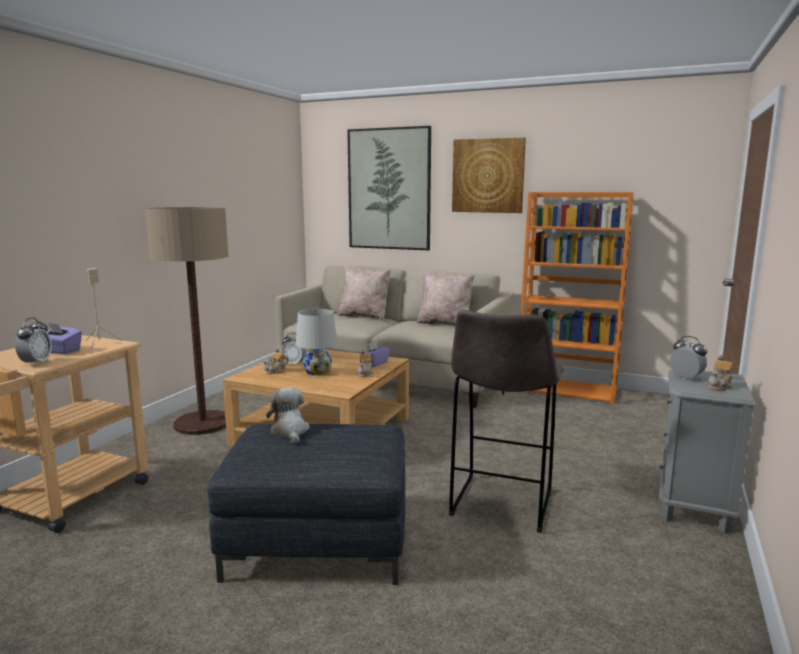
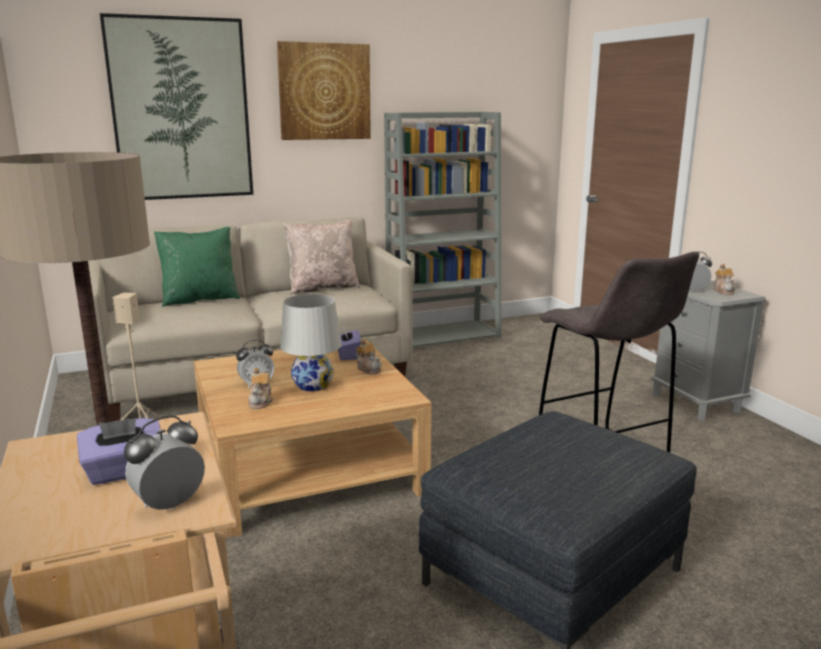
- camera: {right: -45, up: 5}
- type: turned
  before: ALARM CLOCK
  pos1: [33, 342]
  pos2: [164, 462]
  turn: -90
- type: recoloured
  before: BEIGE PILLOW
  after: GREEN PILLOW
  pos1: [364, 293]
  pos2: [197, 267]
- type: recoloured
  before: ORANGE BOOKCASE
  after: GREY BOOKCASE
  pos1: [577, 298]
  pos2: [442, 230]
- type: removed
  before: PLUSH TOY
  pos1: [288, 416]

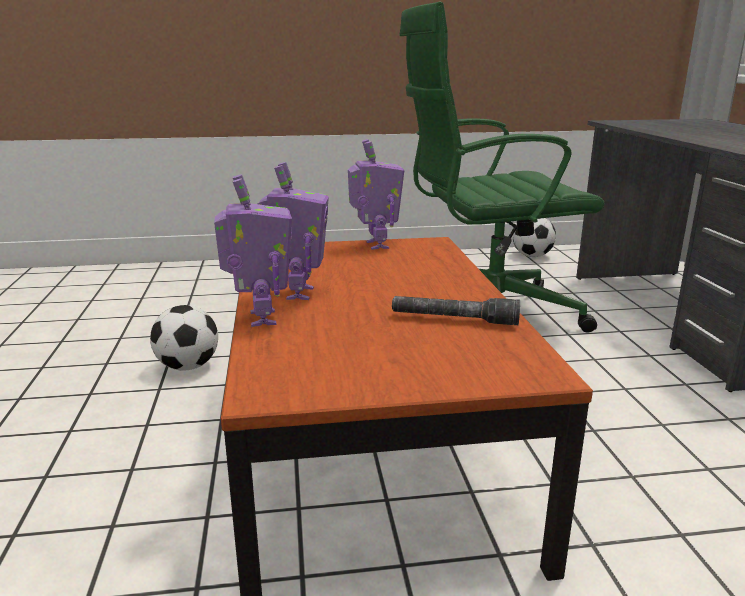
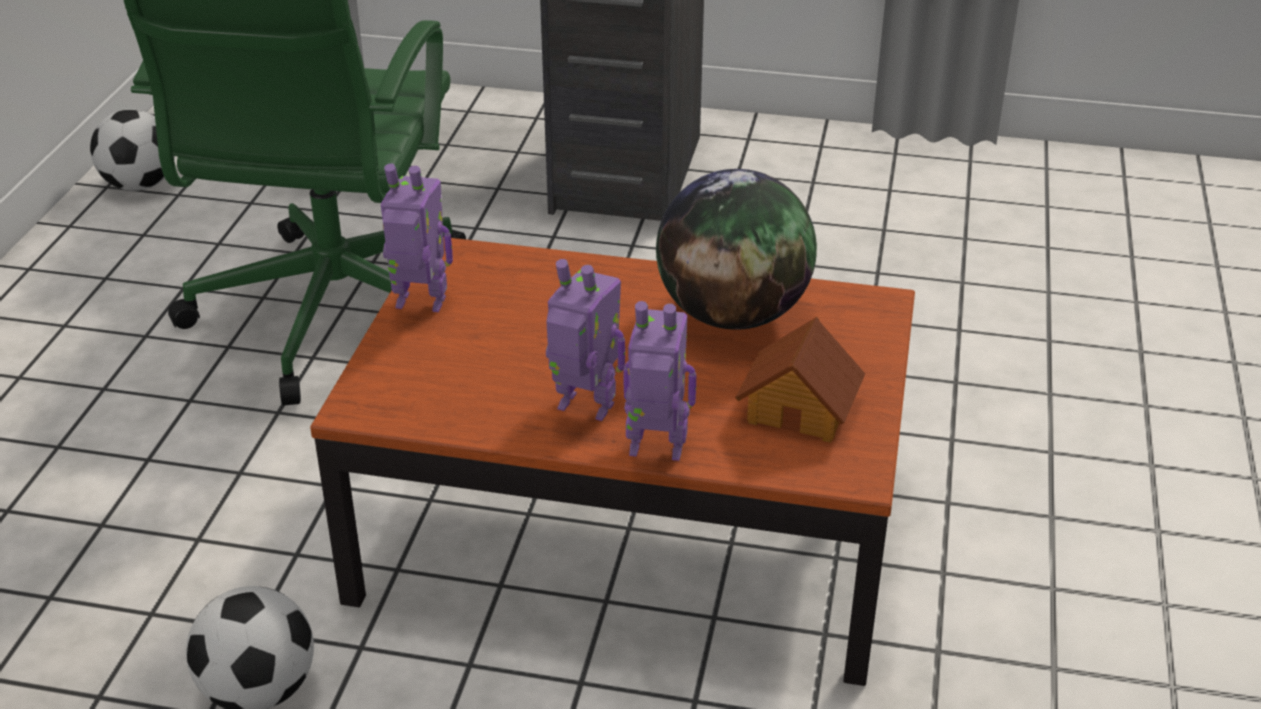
- camera: {right: -70, up: 15}
- type: replaced
  before: GREY FLASHLIGHT
  after: GLOBE
  pos1: [456, 310]
  pos2: [736, 249]
- type: added
  after: TOY HOUSE
  pos2: [800, 380]

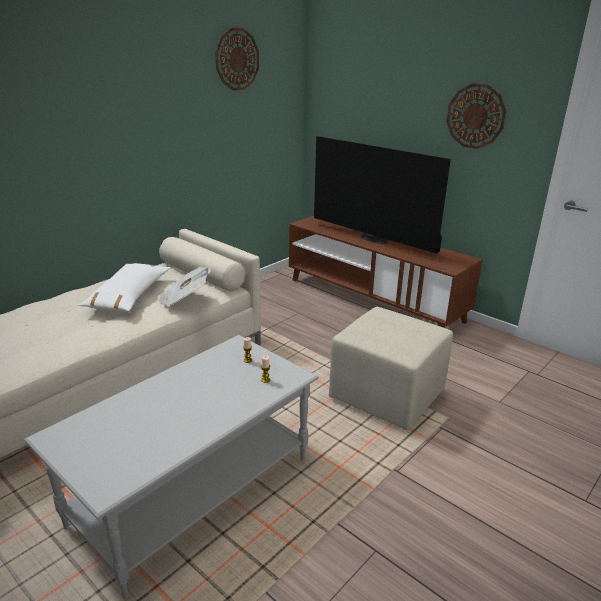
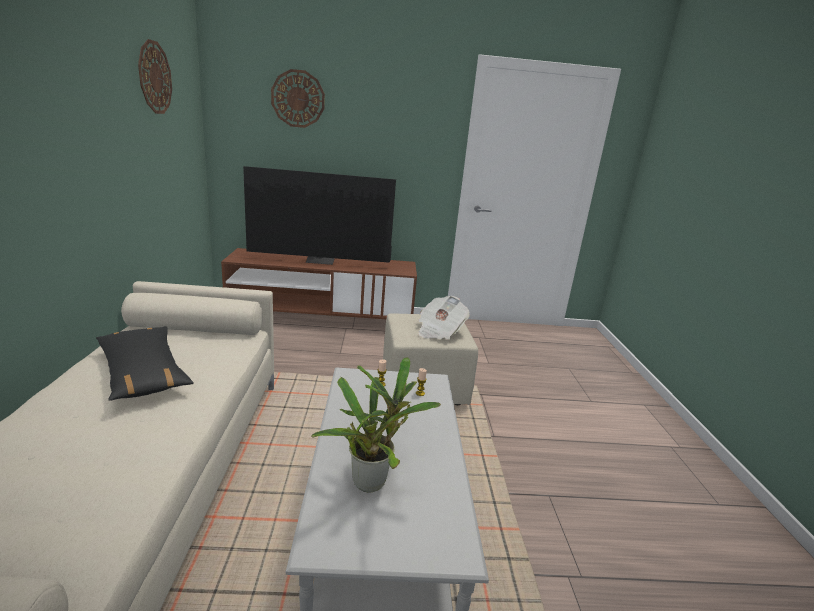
- camera: {right: -45, up: -5}
- type: recoloured
  before: WHITE PILLOW
  after: BLACK PILLOW
  pos1: [125, 287]
  pos2: [145, 363]
- type: moved
  before: WALL CLOCK
  pos1: [476, 116]
  pos2: [298, 98]
- type: added
  after: POTTED PLANT
  pos2: [376, 424]
- type: moved
  before: NEWSPAPER
  pos1: [184, 287]
  pos2: [444, 317]

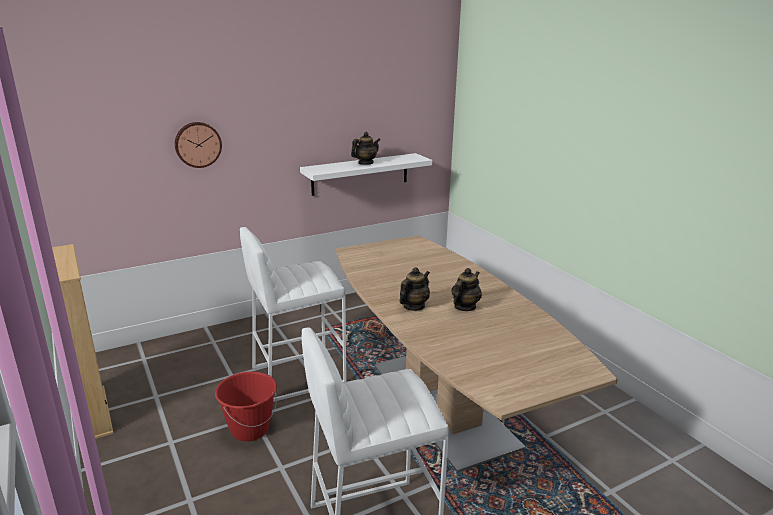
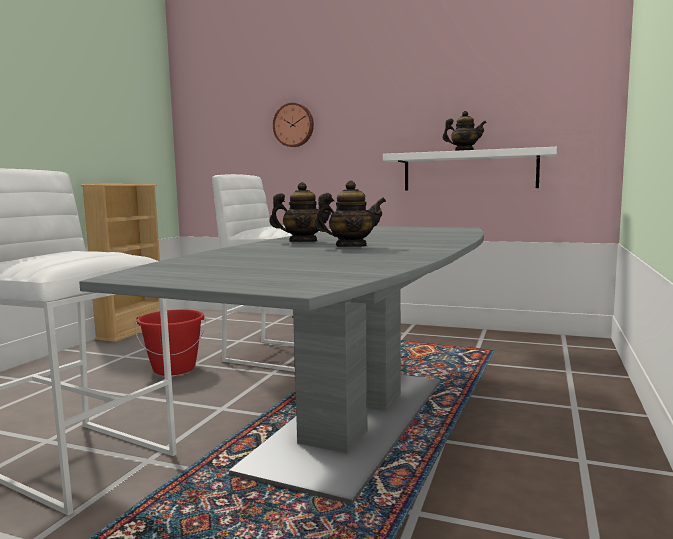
- camera: {right: 50, up: -15}
- type: recoloured
  before: BROWN DINING TABLE
  after: GREY DINING TABLE
  pos1: [477, 353]
  pos2: [281, 365]

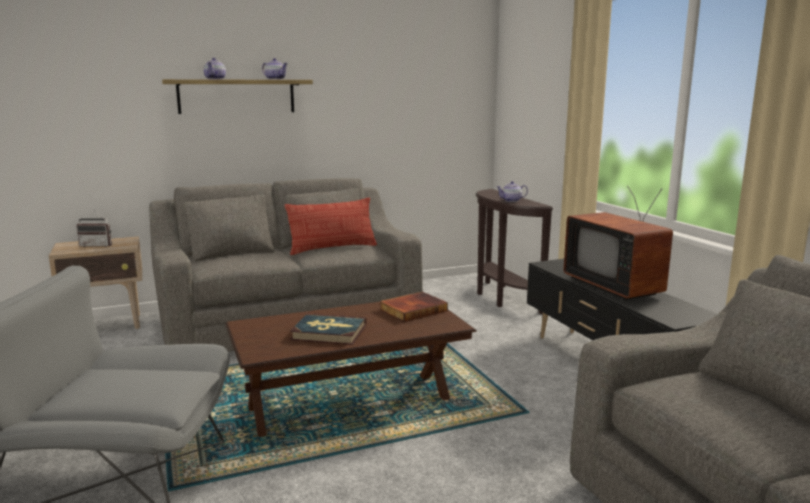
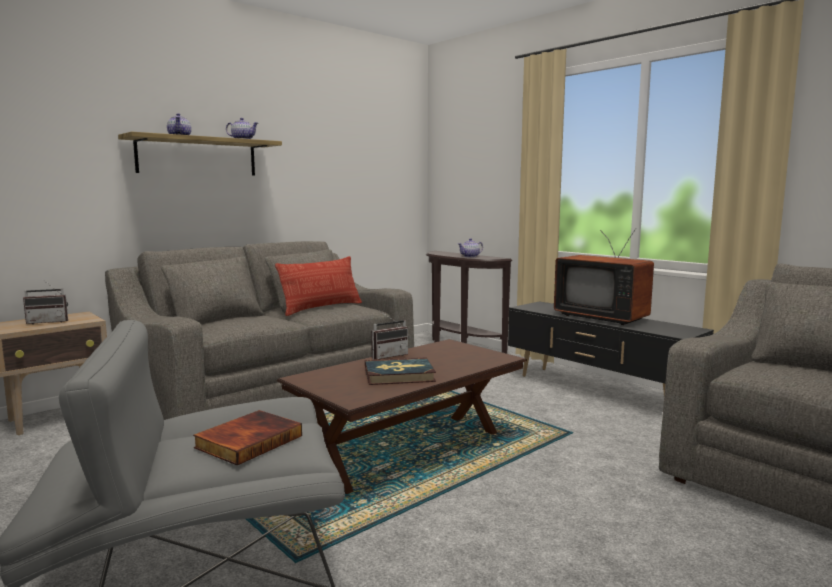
- camera: {right: -20, up: -5}
- type: moved
  before: BOOK
  pos1: [414, 307]
  pos2: [247, 437]
- type: added
  after: RADIO
  pos2: [390, 336]

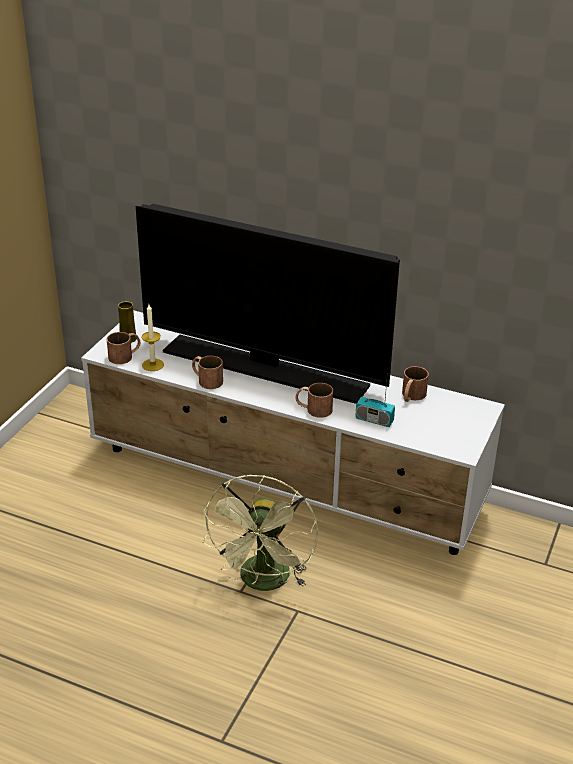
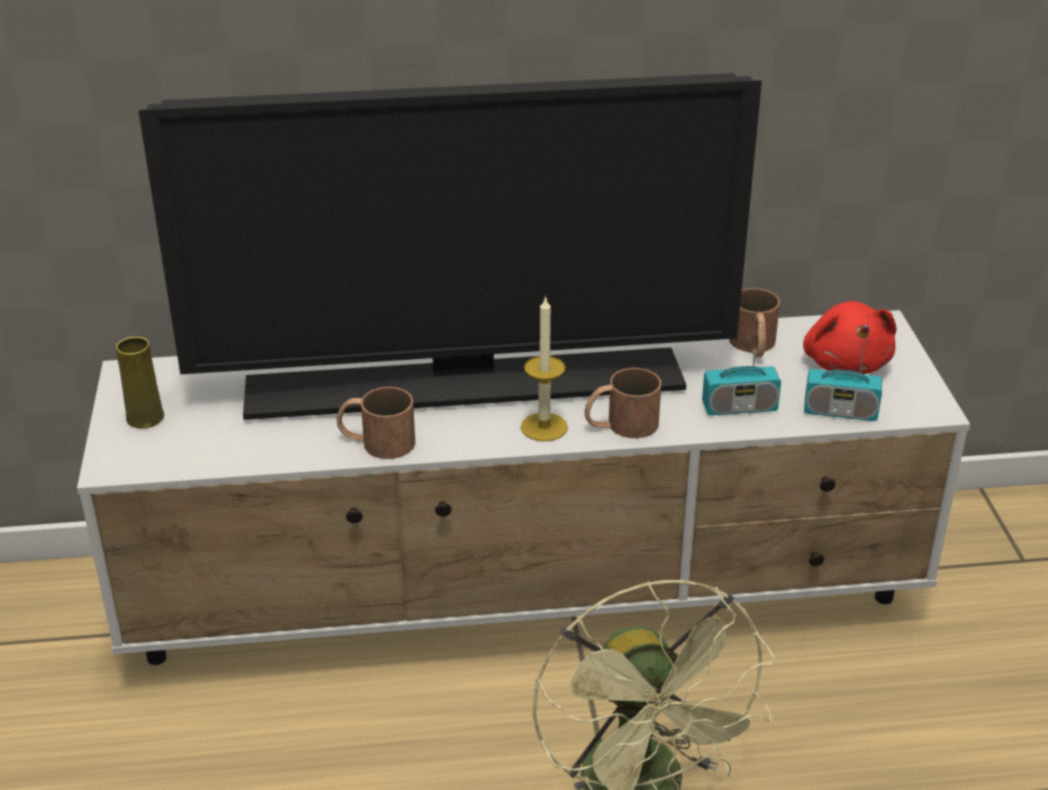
- camera: {right: -30, up: 0}
- type: moved
  before: CANDLE
  pos1: [153, 337]
  pos2: [544, 368]
- type: added
  after: RED PLUSH TOY
  pos2: [850, 337]
- type: added
  after: RADIO
  pos2: [843, 369]
- type: removed
  before: BROWN MUG
  pos1: [124, 348]

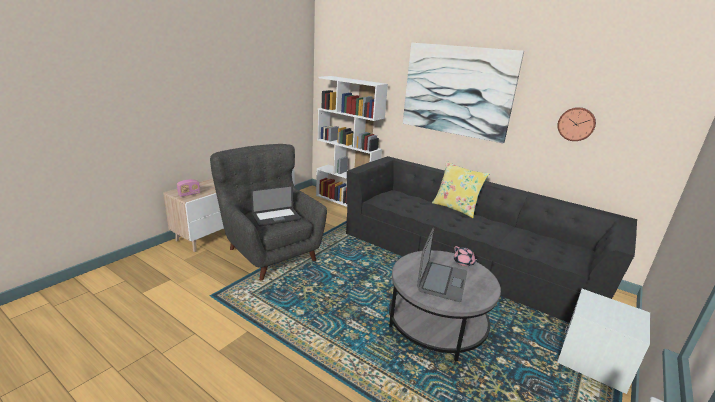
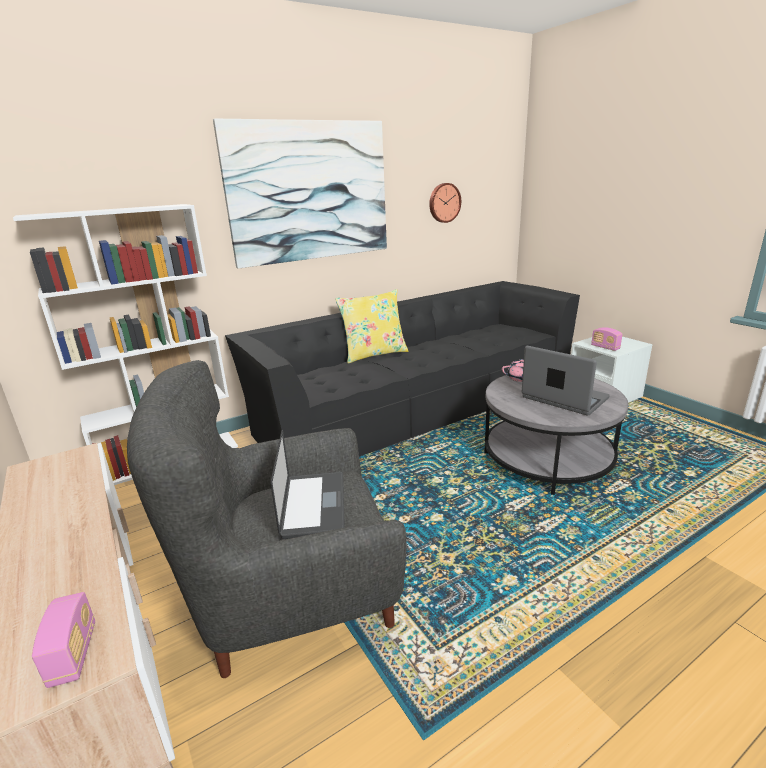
- camera: {right: -65, up: 0}
- type: added
  after: RADIO
  pos2: [607, 339]

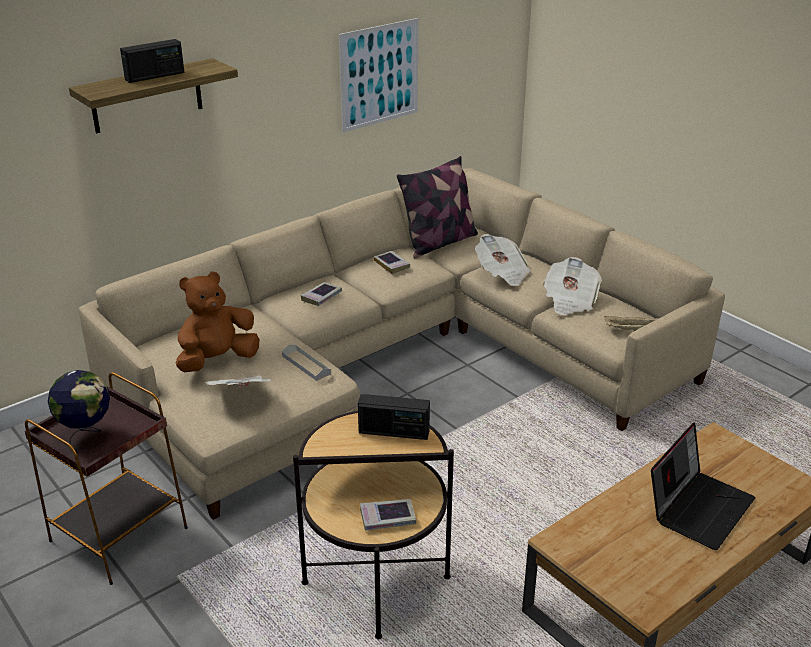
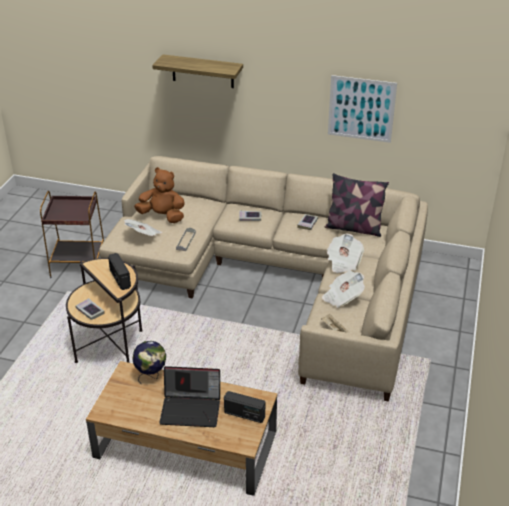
- camera: {right: 55, up: 5}
- type: moved
  before: GLOBE
  pos1: [79, 410]
  pos2: [149, 362]
- type: moved
  before: RADIO
  pos1: [152, 61]
  pos2: [244, 407]

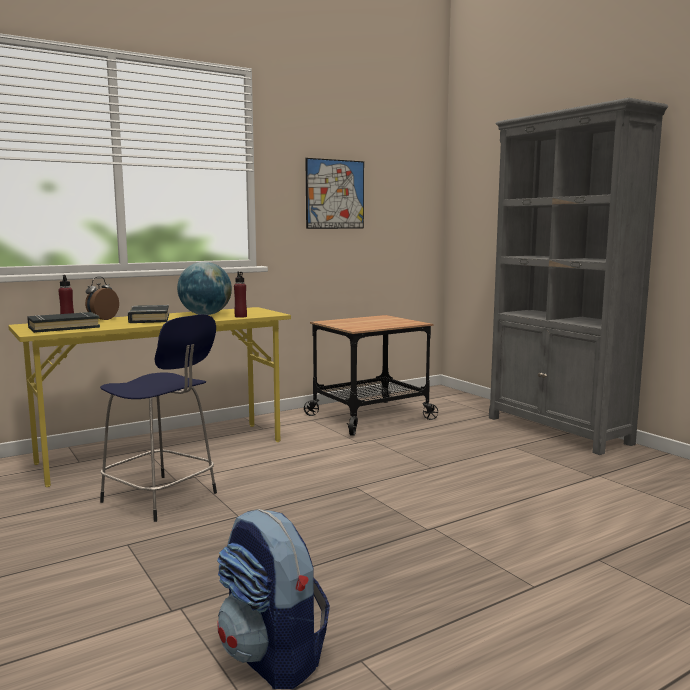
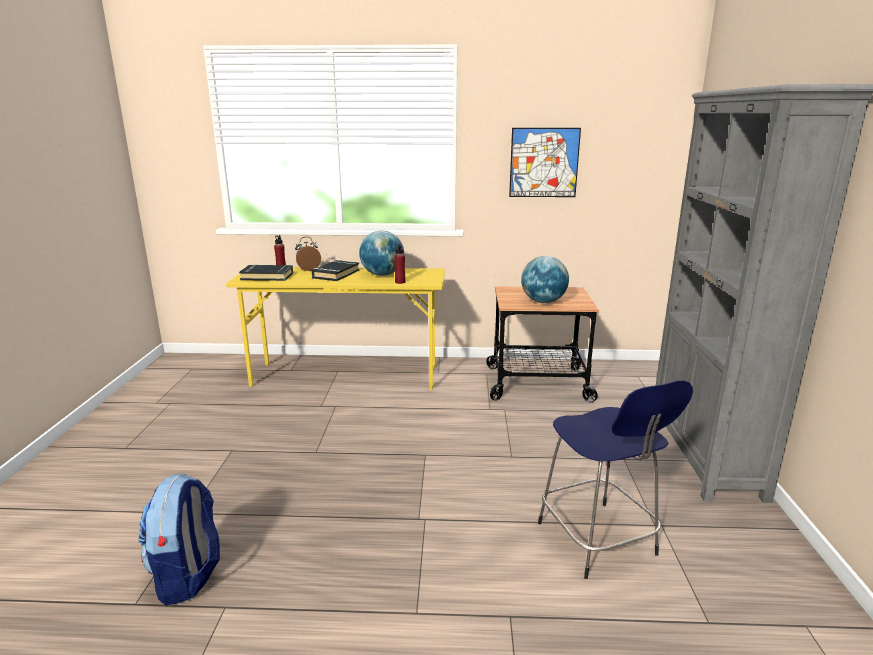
- camera: {right: 35, up: 10}
- type: added
  after: GLOBE
  pos2: [545, 279]
- type: moved
  before: BLUE STOOL
  pos1: [158, 418]
  pos2: [615, 479]

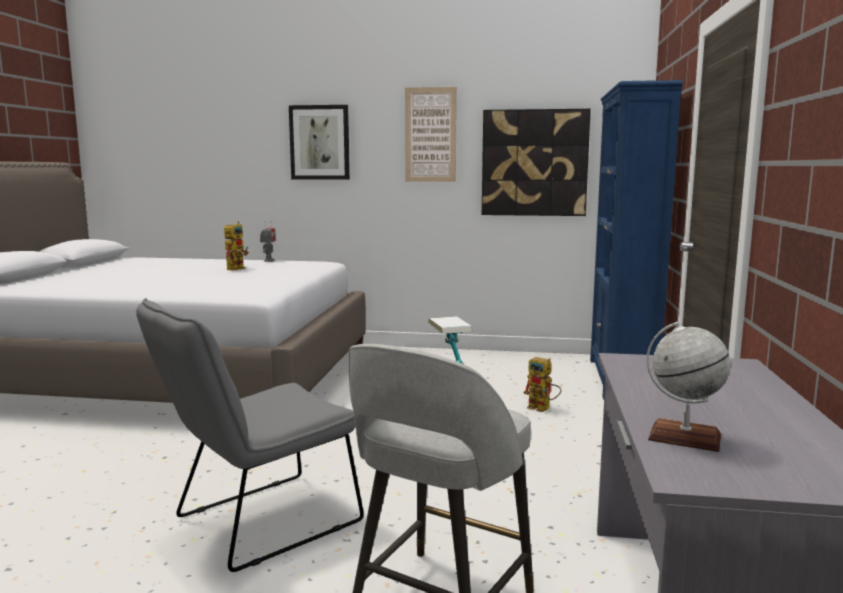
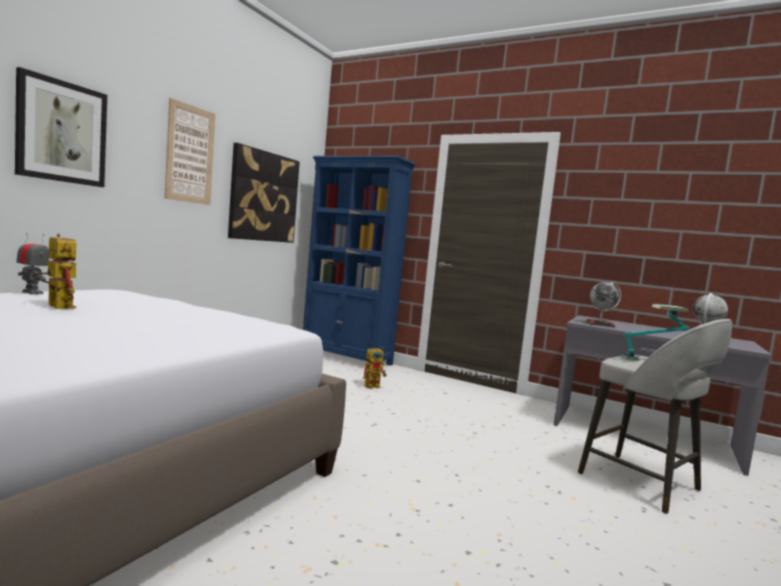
- camera: {right: -70, up: -5}
- type: added
  after: GLOBE
  pos2: [603, 304]
- type: removed
  before: GREY CHAIR
  pos1: [250, 435]

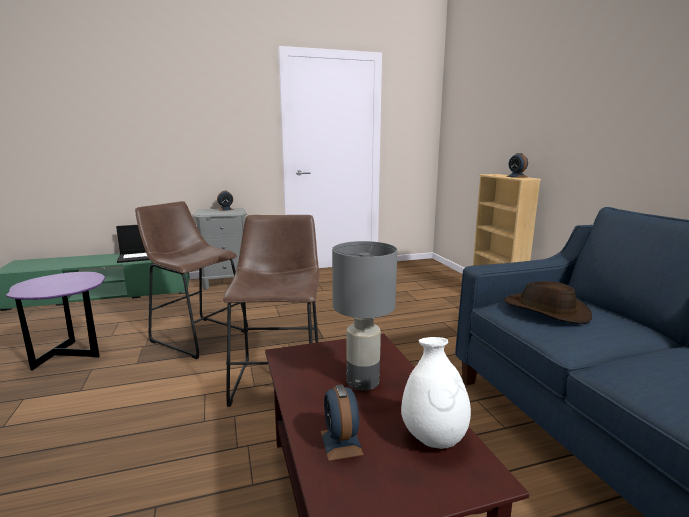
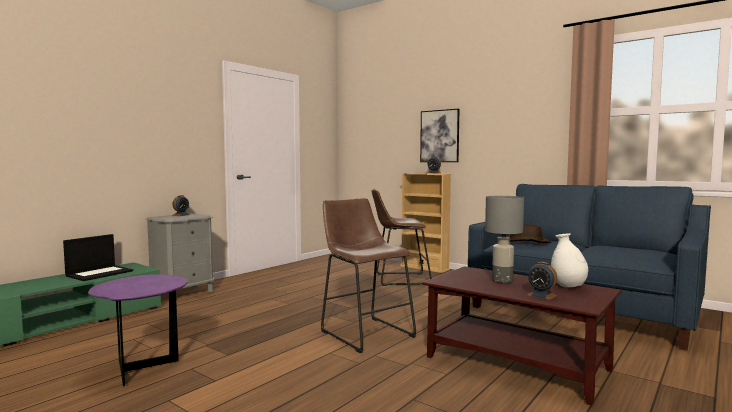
- camera: {right: -35, up: -10}
- type: moved
  before: BROWN STOOL
  pos1: [192, 280]
  pos2: [401, 237]
- type: added
  after: PICTURE
  pos2: [439, 135]

